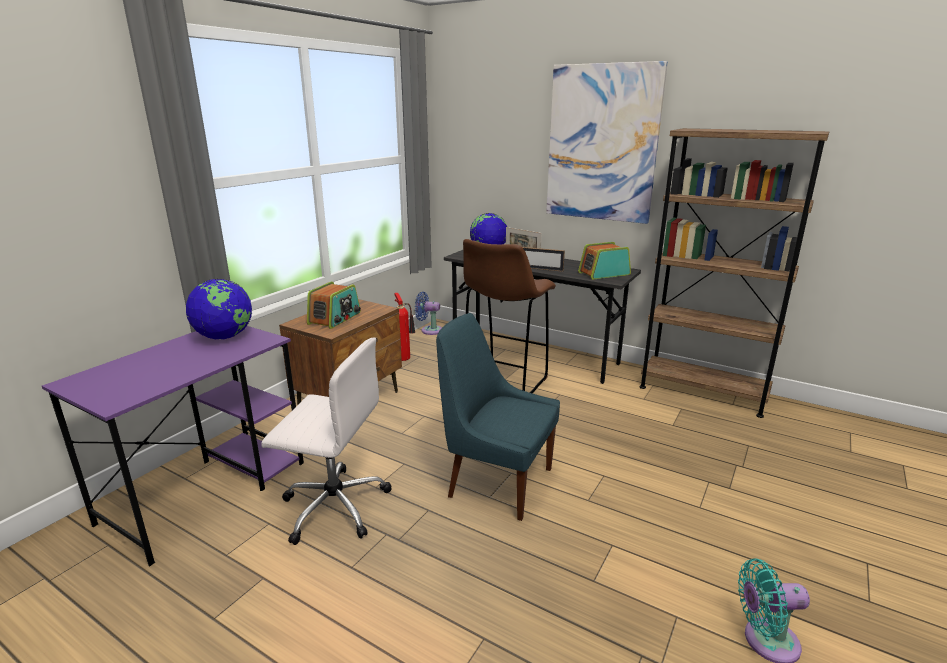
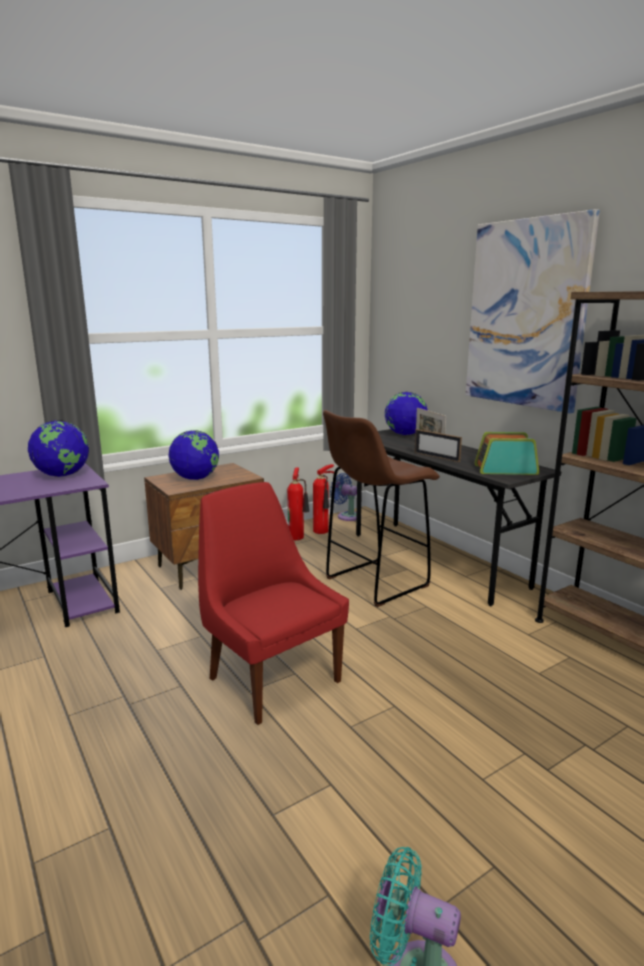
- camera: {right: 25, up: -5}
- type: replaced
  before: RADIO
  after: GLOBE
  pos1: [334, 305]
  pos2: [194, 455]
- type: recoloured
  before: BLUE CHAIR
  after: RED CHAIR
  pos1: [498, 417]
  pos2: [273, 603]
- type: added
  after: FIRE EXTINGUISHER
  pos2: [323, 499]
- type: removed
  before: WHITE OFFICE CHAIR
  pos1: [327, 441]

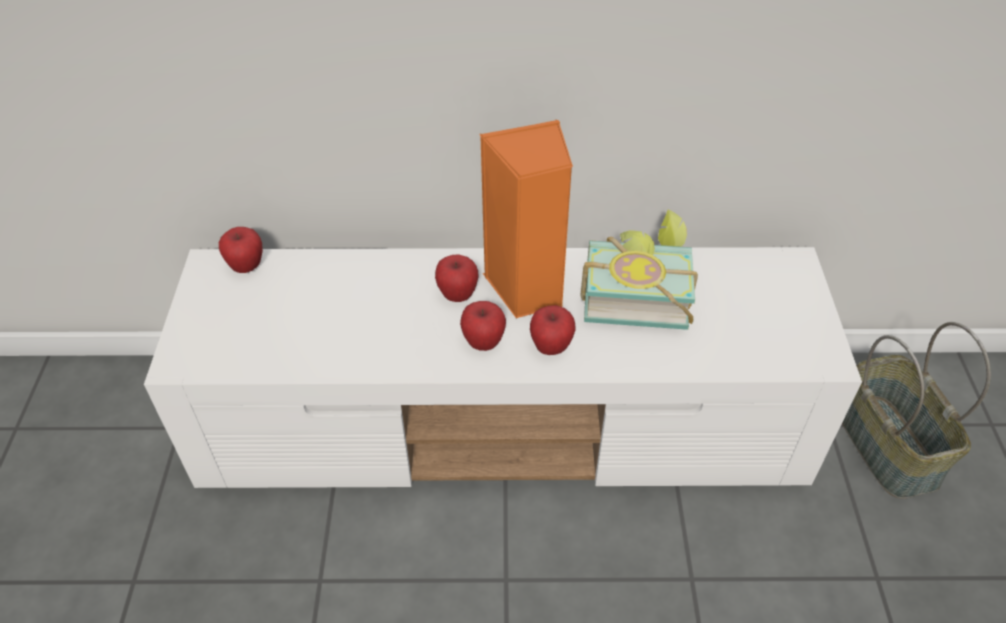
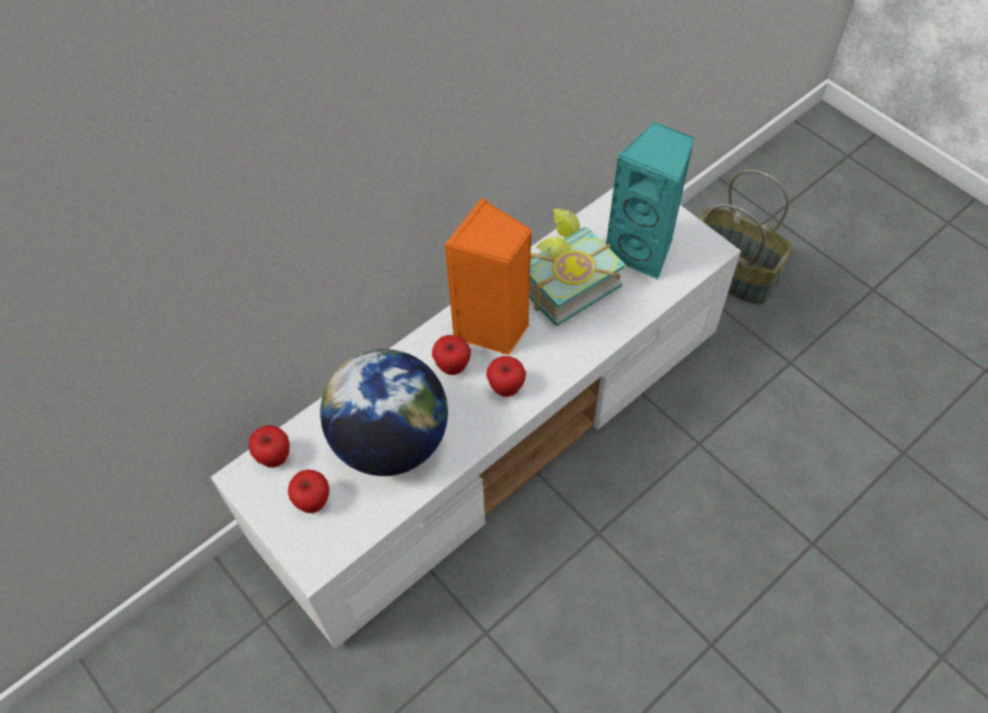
- camera: {right: -40, up: 10}
- type: moved
  before: APPLE
  pos1: [553, 330]
  pos2: [308, 491]
- type: added
  after: GLOBE
  pos2: [384, 412]
- type: added
  after: TURQUOISE SPEAKER
  pos2: [650, 201]

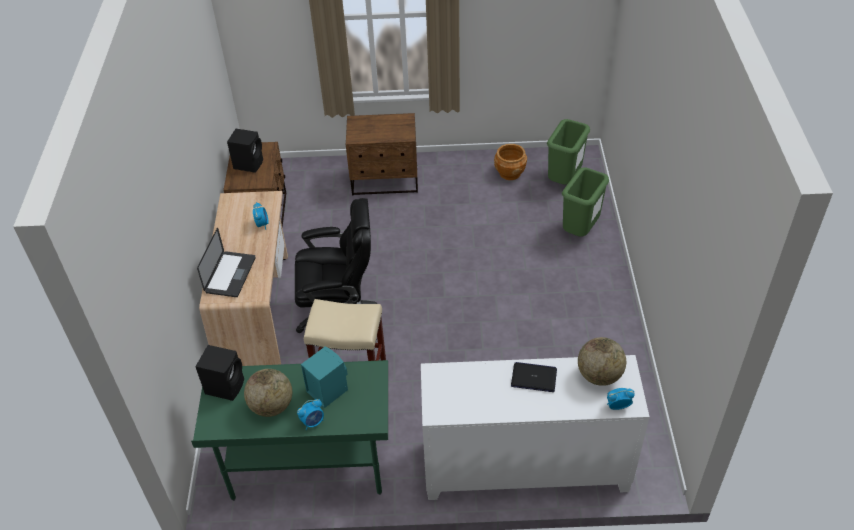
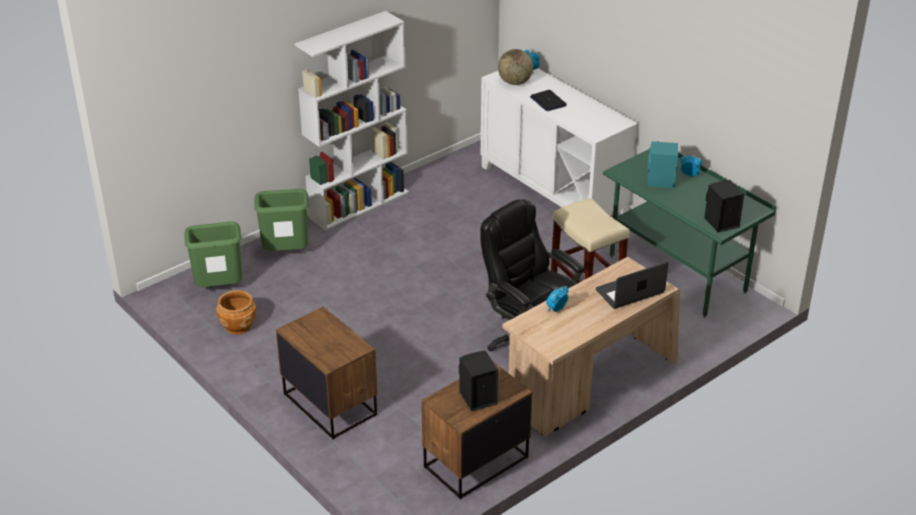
- camera: {right: -130, up: -10}
- type: added
  after: WHITE BOOKCASE
  pos2: [352, 121]
- type: removed
  before: GLOBE
  pos1: [268, 393]

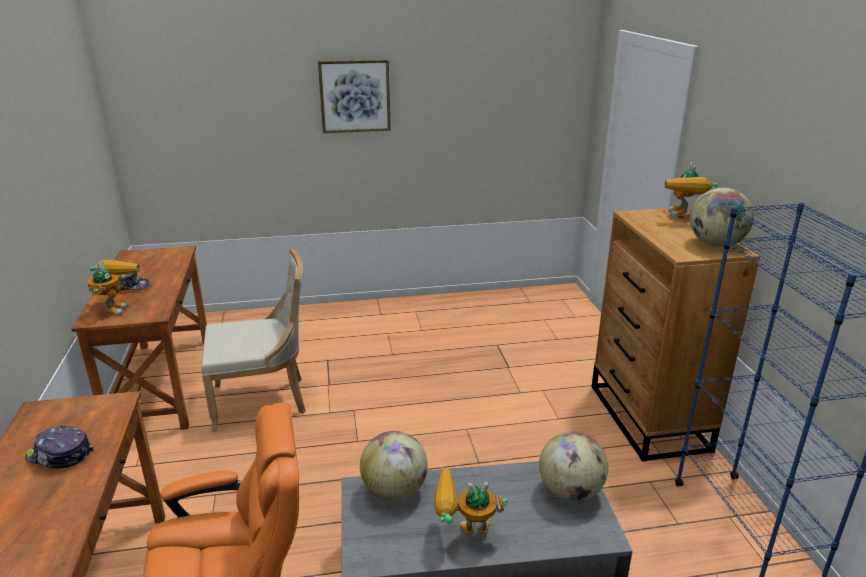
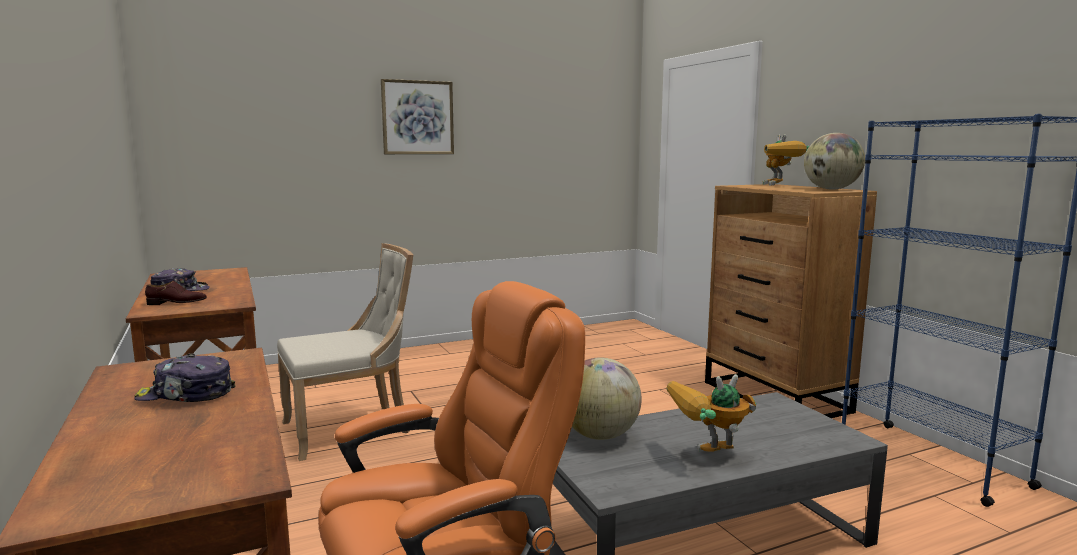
- camera: {right: -15, up: -15}
- type: replaced
  before: TOY ROBOT
  after: BROWN SHOE
  pos1: [113, 288]
  pos2: [176, 293]
- type: removed
  before: GLOBE
  pos1: [573, 466]

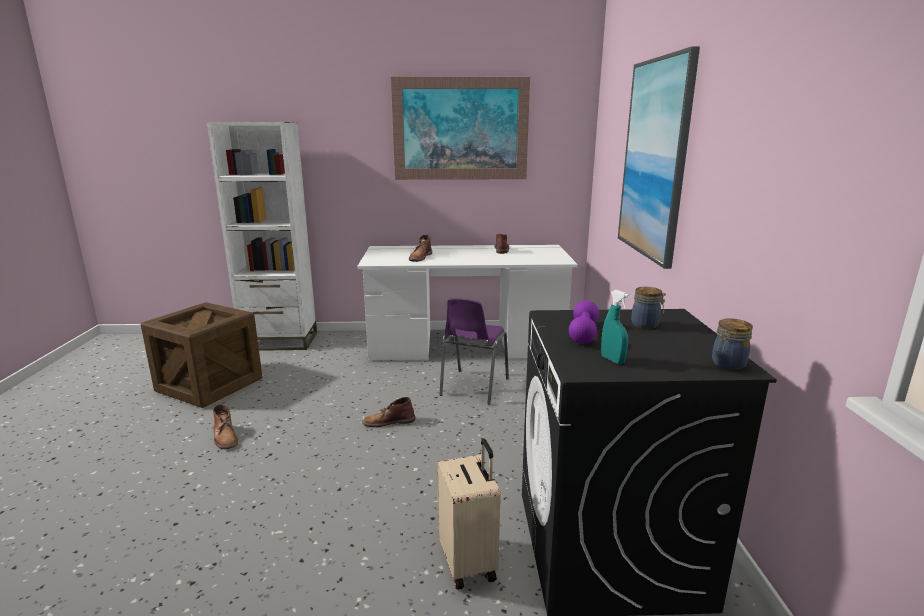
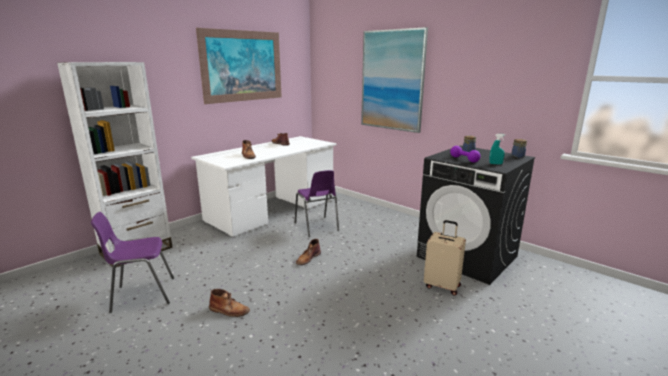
- camera: {right: -45, up: 0}
- type: replaced
  before: CRATE
  after: PURPLE CHAIR
  pos1: [201, 355]
  pos2: [132, 262]

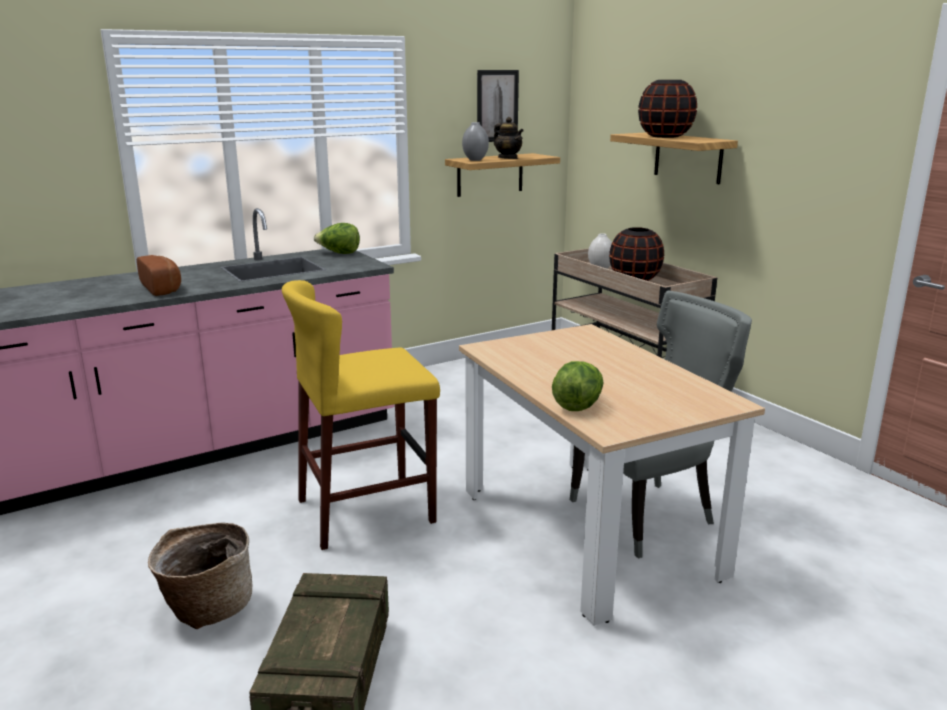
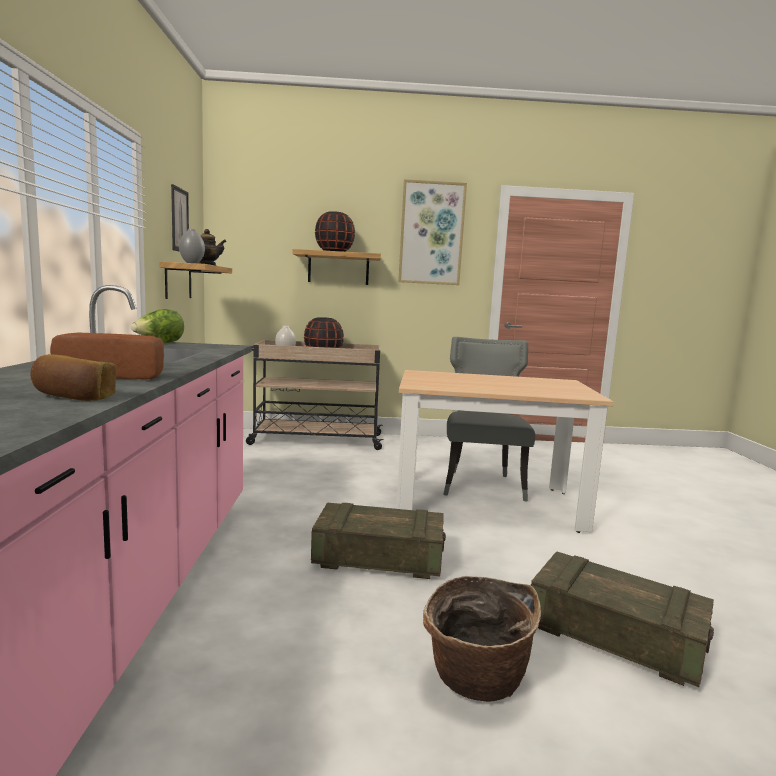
- camera: {right: -60, up: -10}
- type: added
  after: BREAD
  pos2: [73, 377]
- type: replaced
  before: YELLOW STOOL
  after: CRATE
  pos1: [361, 415]
  pos2: [378, 540]
- type: added
  after: PICTURE
  pos2: [432, 232]
- type: removed
  before: LETTUCE
  pos1: [578, 386]

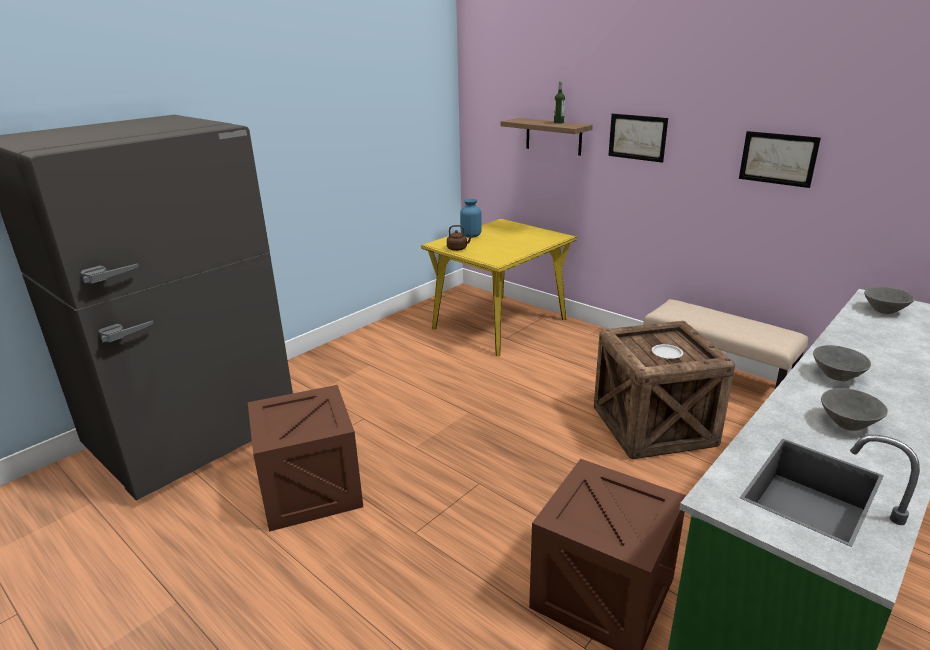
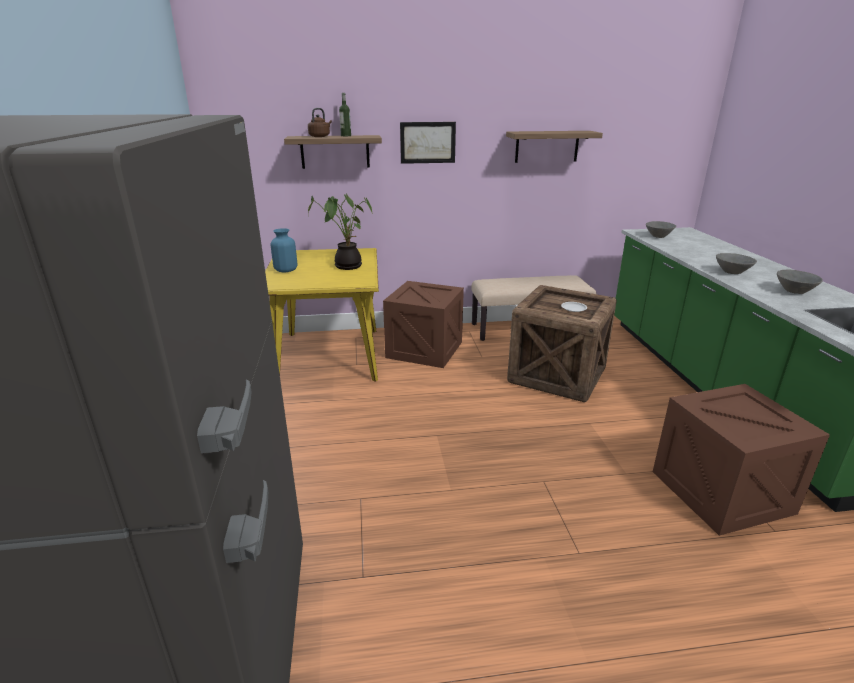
- camera: {right: -50, up: 0}
- type: moved
  before: BROWN KETTLE
  pos1: [460, 238]
  pos2: [320, 122]
- type: added
  after: POTTED PLANT
  pos2: [340, 231]
- type: moved
  before: CRATE
  pos1: [305, 458]
  pos2: [423, 324]
- type: replaced
  before: PICTURE
  after: SHELF
  pos1: [780, 159]
  pos2: [554, 147]

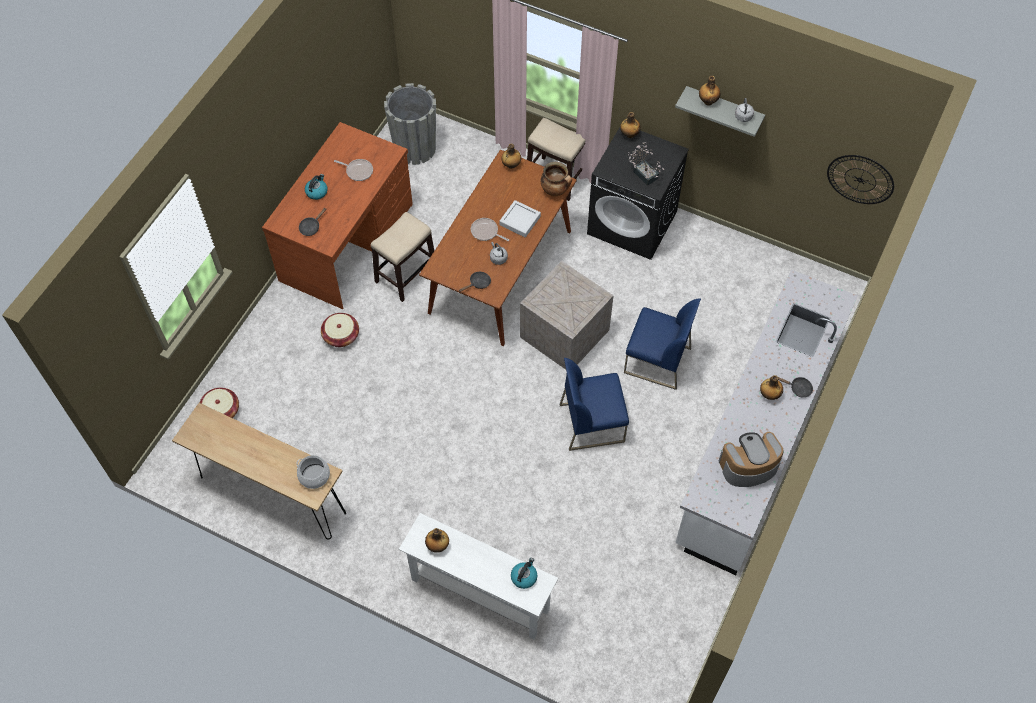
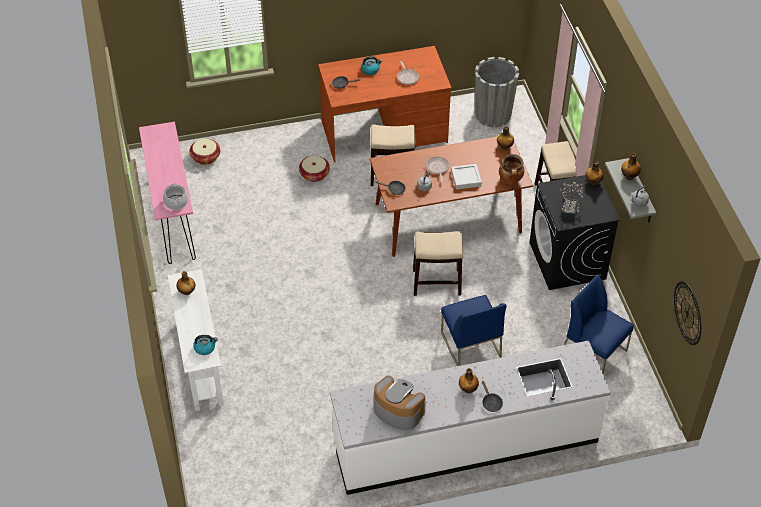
- camera: {right: 50, up: -10}
- type: recoloured
  before: BROWN CONSOLE TABLE
  after: PINK CONSOLE TABLE
  pos1: [259, 471]
  pos2: [167, 193]
- type: replaced
  before: CRATE
  after: STOOL
  pos1: [567, 315]
  pos2: [438, 263]
- type: moved
  before: BLUE CHAIR
  pos1: [594, 404]
  pos2: [599, 324]

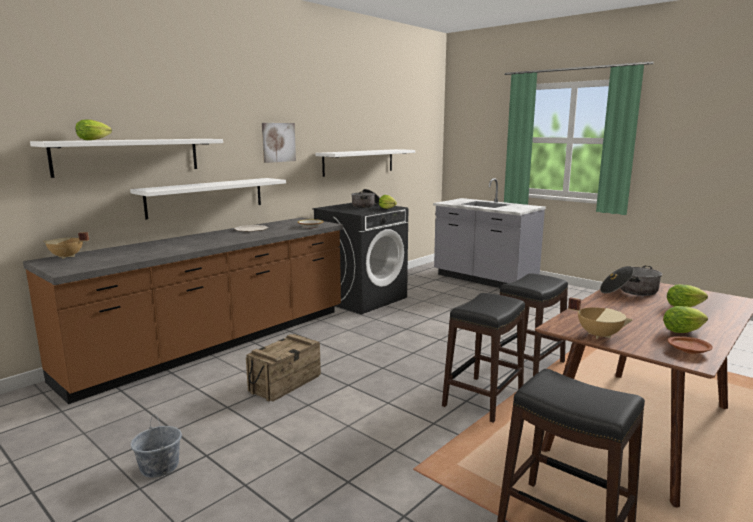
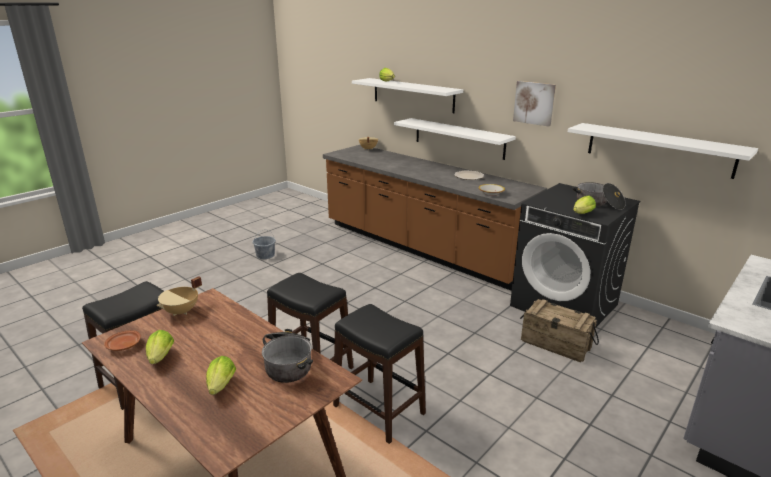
- camera: {right: 90, up: 10}
- type: moved
  before: CRATE
  pos1: [283, 368]
  pos2: [559, 330]

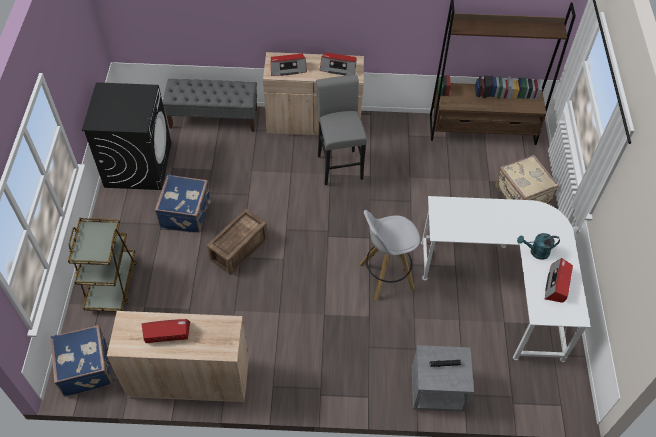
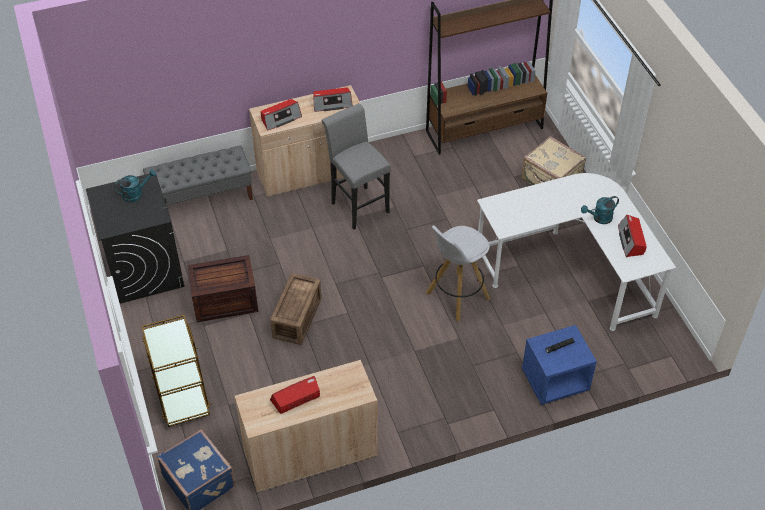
- camera: {right: -20, up: -5}
- type: added
  after: TURQUOISE WATERING CAN
  pos2: [135, 185]
- type: replaced
  before: BLUE SUITCASE
  after: CRATE
  pos1: [183, 204]
  pos2: [222, 288]
- type: recoloured
  before: GREY NIGHTSTAND
  after: BLUE NIGHTSTAND
  pos1: [443, 378]
  pos2: [559, 365]

